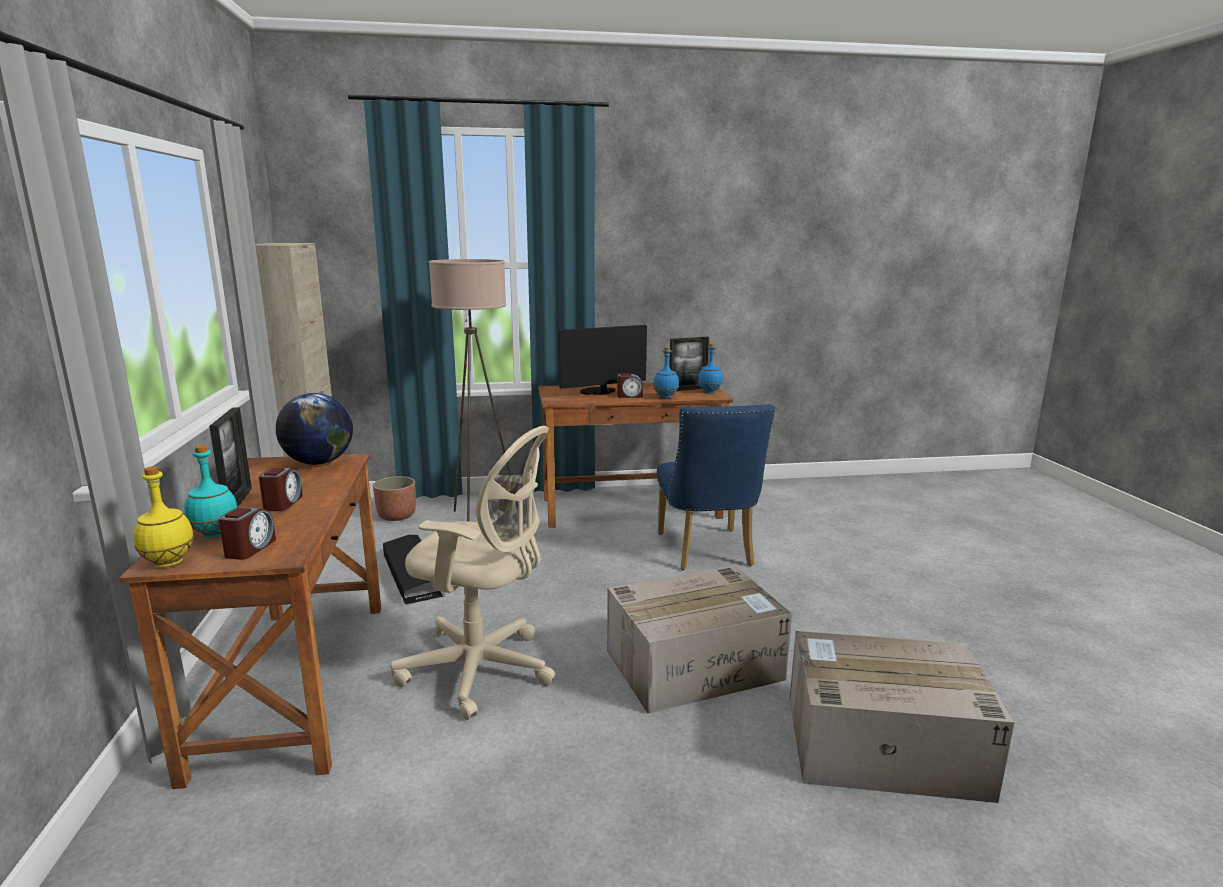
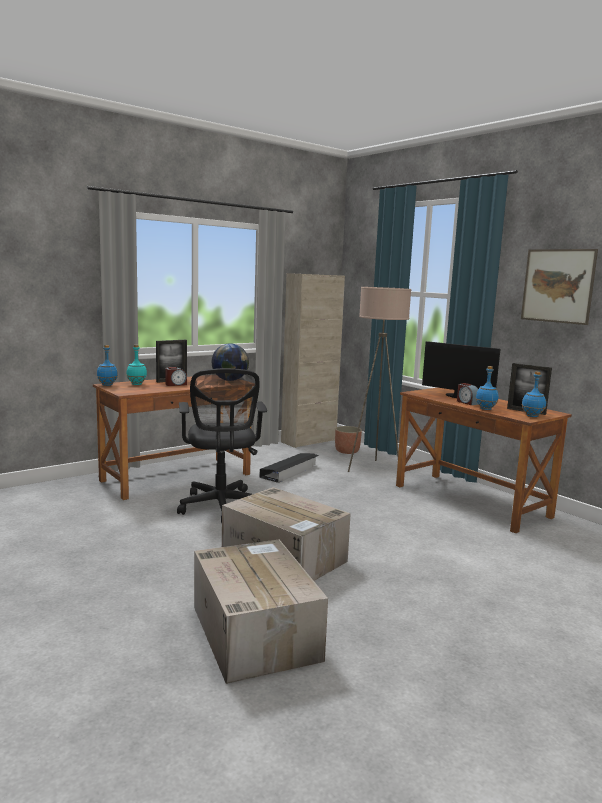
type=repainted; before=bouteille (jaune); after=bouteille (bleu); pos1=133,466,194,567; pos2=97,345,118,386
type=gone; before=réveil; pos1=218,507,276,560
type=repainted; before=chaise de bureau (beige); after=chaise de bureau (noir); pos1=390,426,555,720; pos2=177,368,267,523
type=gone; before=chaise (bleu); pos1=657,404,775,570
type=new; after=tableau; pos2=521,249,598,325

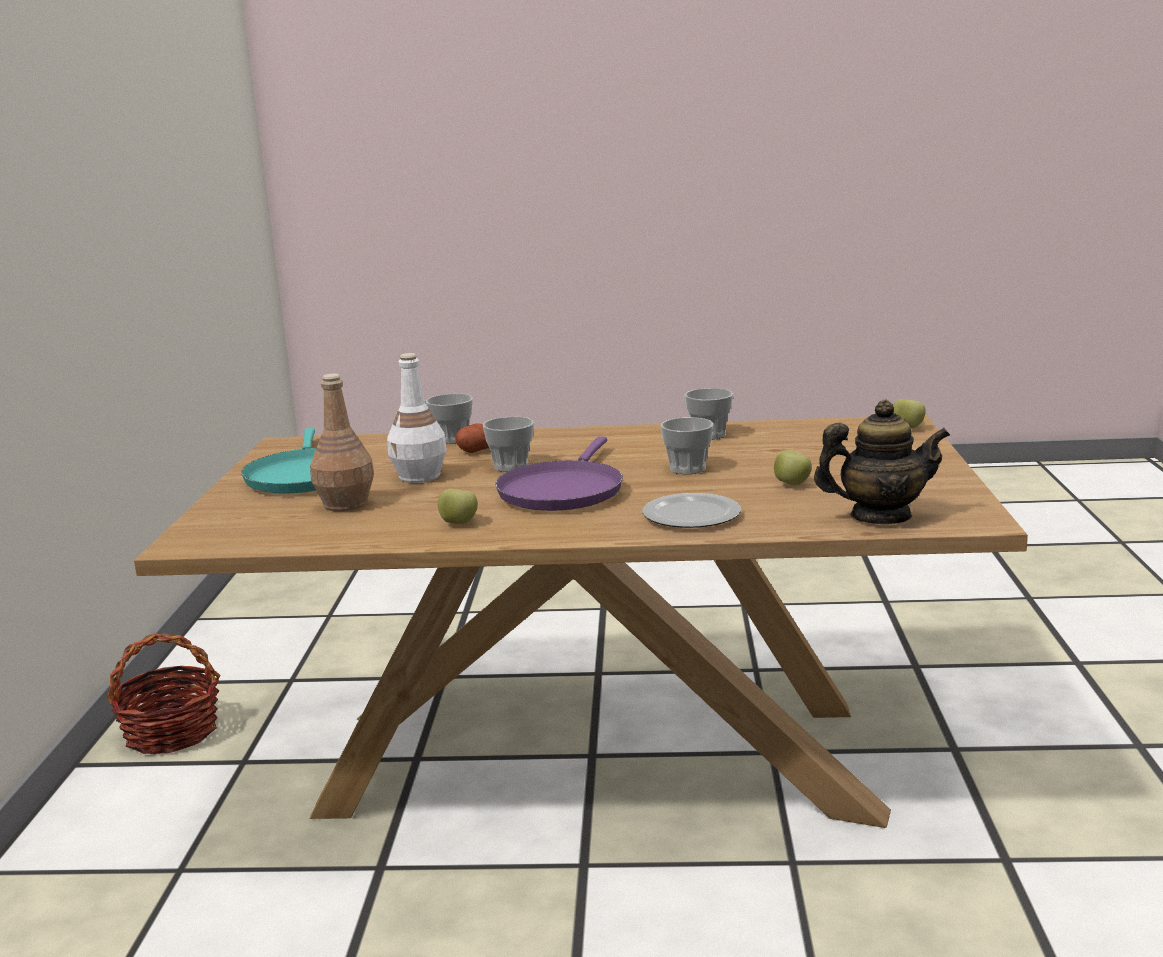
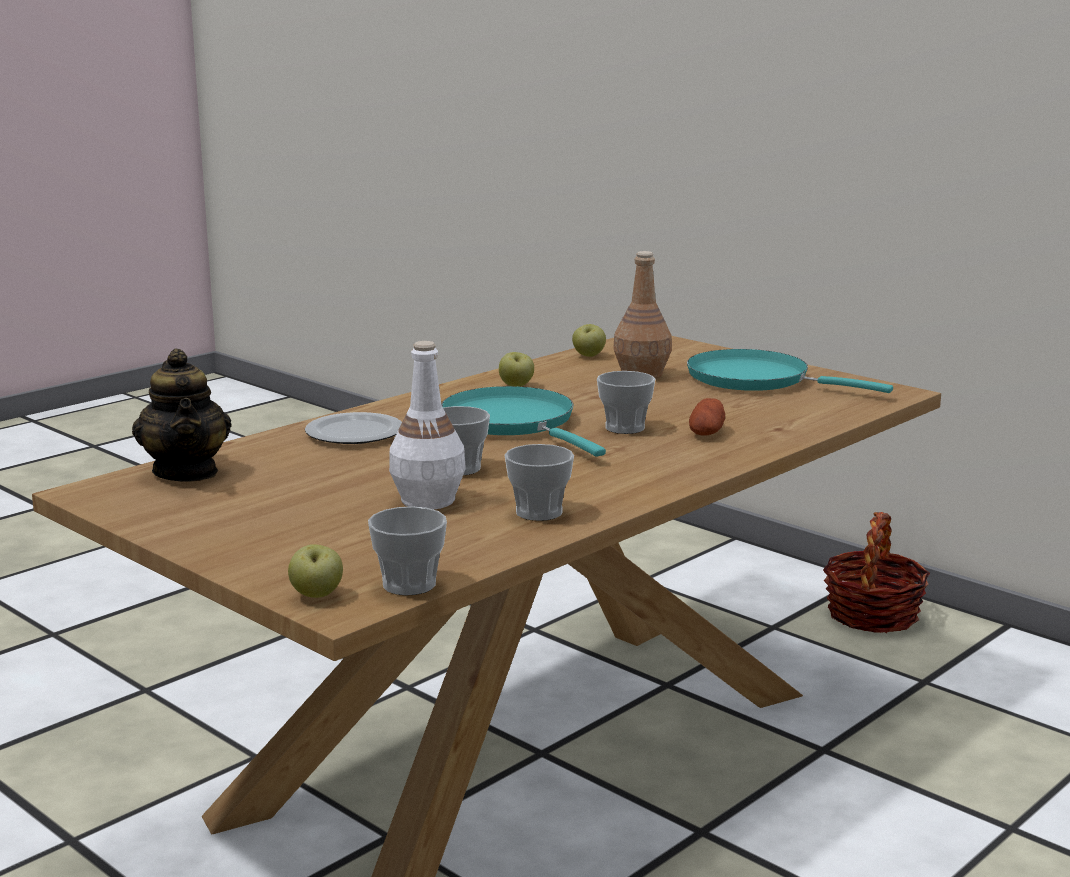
type=shifted; before=bouteille (blanc); pos1=387,353,447,483; pos2=389,341,466,510
type=shifted; before=tasse; pos1=426,394,473,444; pos2=368,506,447,596
type=repainted; before=poêle (violet); after=poêle (turquoise); pos1=495,436,623,511; pos2=441,386,606,457
type=shifted; before=pomme; pos1=774,450,812,485; pos2=572,324,606,357
type=rotated; before=théière; pos1=814,400,950,524; pos2=132,349,232,482; turn=-60

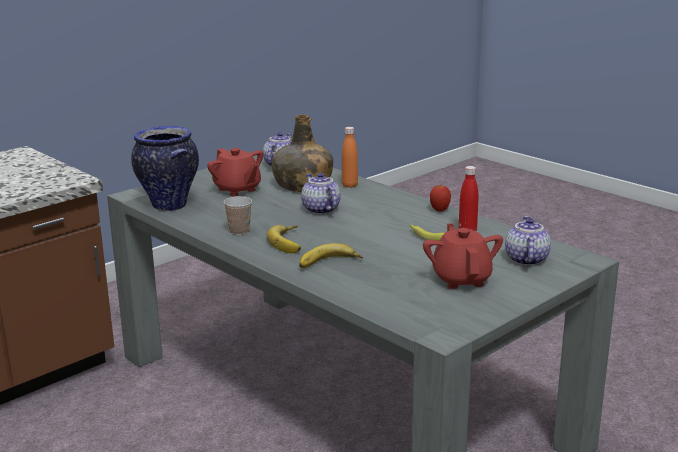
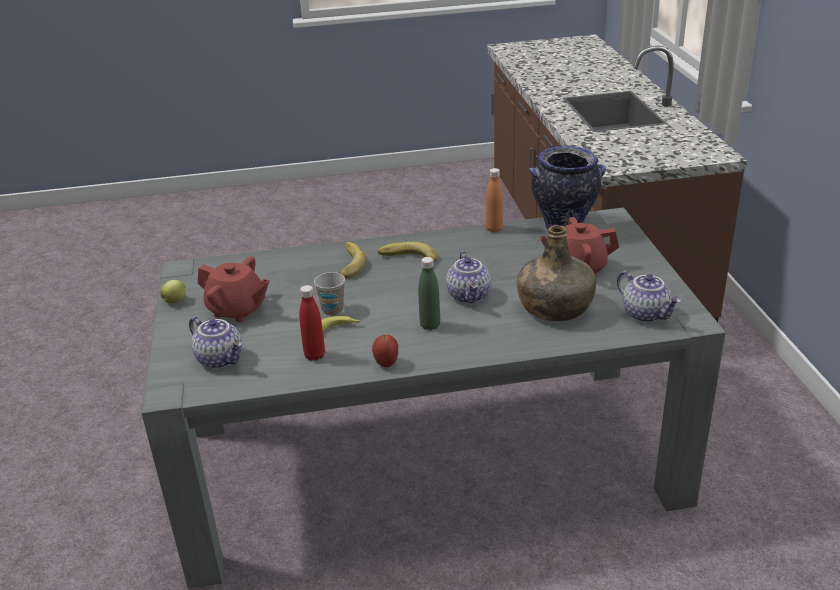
type=shifted; before=tasse; pos1=224,196,252,235; pos2=314,272,345,316
type=rotated; before=théière; pos1=301,173,341,214; pos2=446,251,491,303; turn=75
type=shifted; before=bouteille (orange); pos1=342,127,358,188; pos2=486,168,503,233
type=new; after=pomme; pos2=160,280,186,303
type=new; after=bouteille (vert); pos2=418,257,440,330

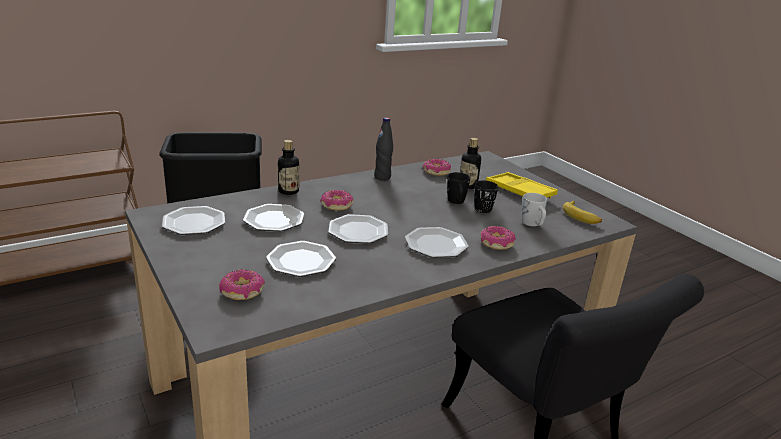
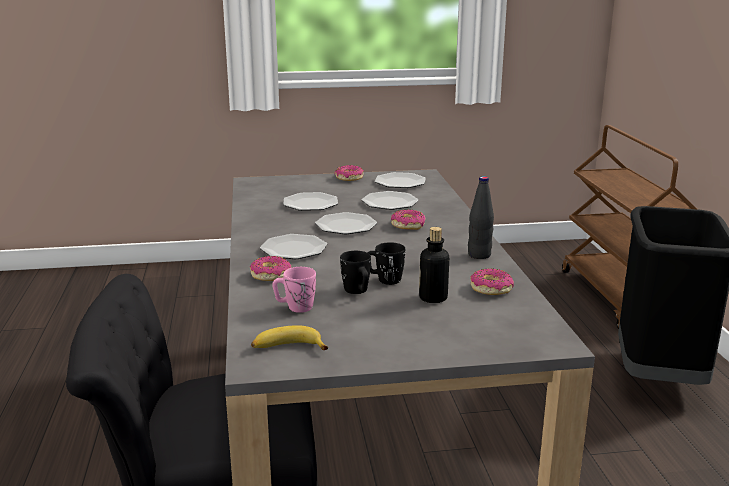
type=shifted; before=beignet; pos1=219,269,265,300; pos2=334,165,364,181
type=gone; before=bouteille; pos1=278,140,299,195
type=gone; before=plateau (jaune); pos1=486,172,558,198
type=repainted; before=mug (blanc); after=mug (rose); pos1=522,193,547,226; pos2=273,267,316,313

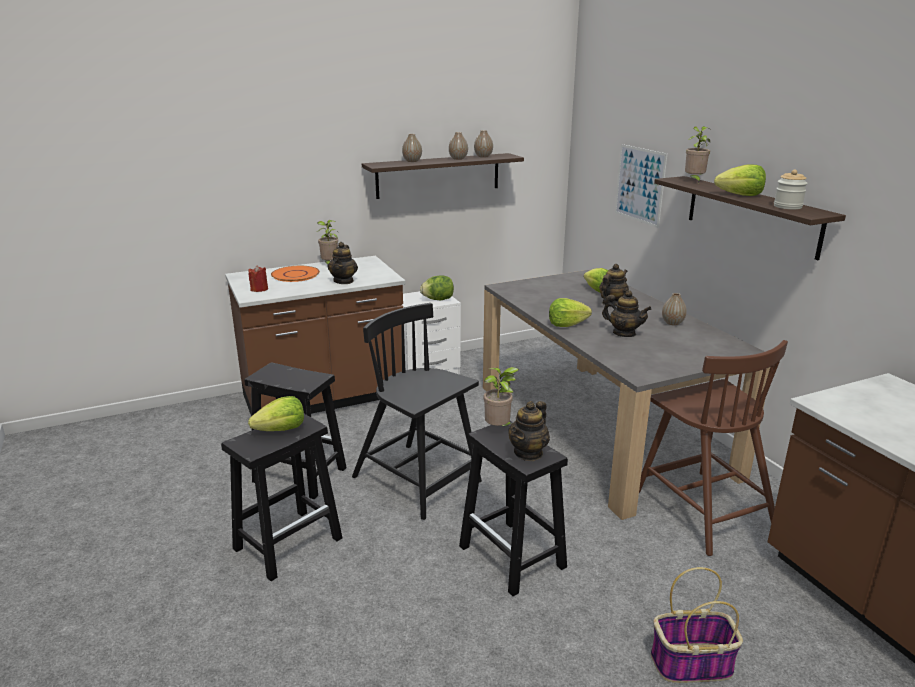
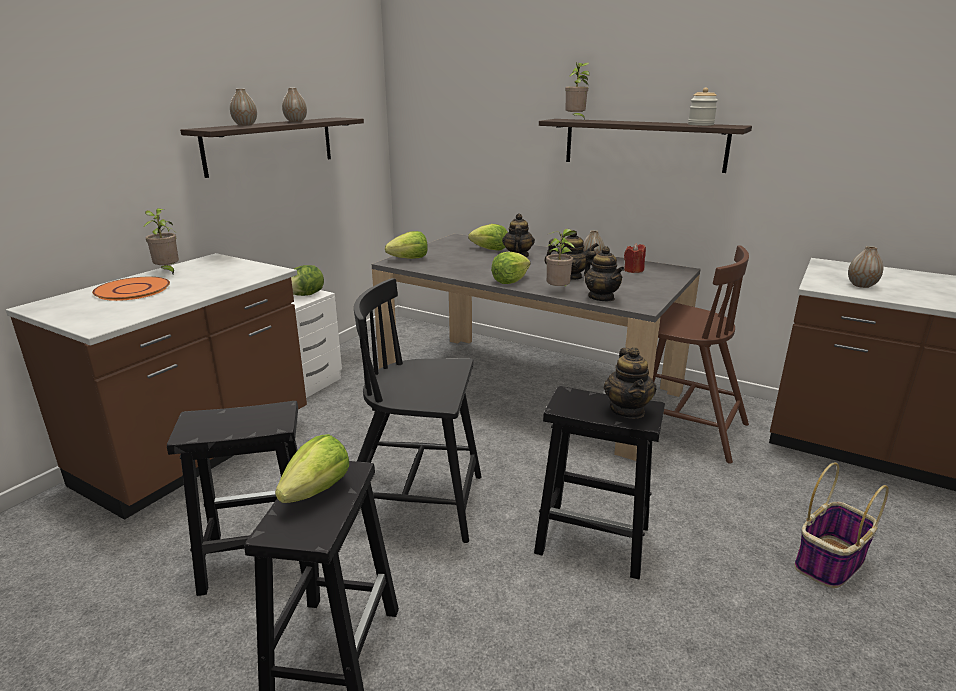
type=shifted; before=bougie (rouge); pos1=249,265,268,292; pos2=624,243,646,273
type=shifted; before=théière; pos1=328,242,358,284; pos2=584,246,624,301
type=shifted; before=vase; pos1=474,130,493,158; pos2=848,246,884,288
type=shifted; before=plante en pot; pos1=484,367,519,426; pos2=546,229,576,287
type=gone; before=tableau; pos1=615,144,667,228
type=shifted; before=laitue; pos1=714,164,766,196; pos2=385,231,428,259

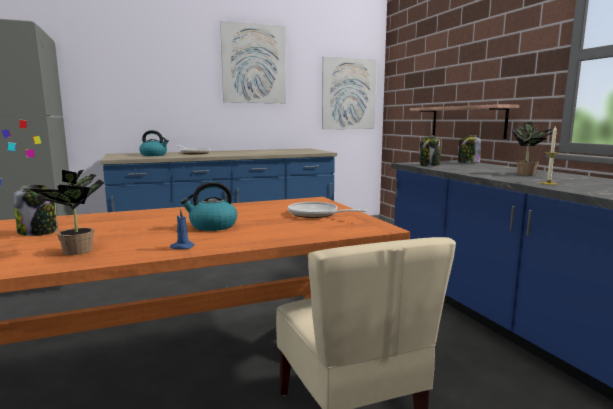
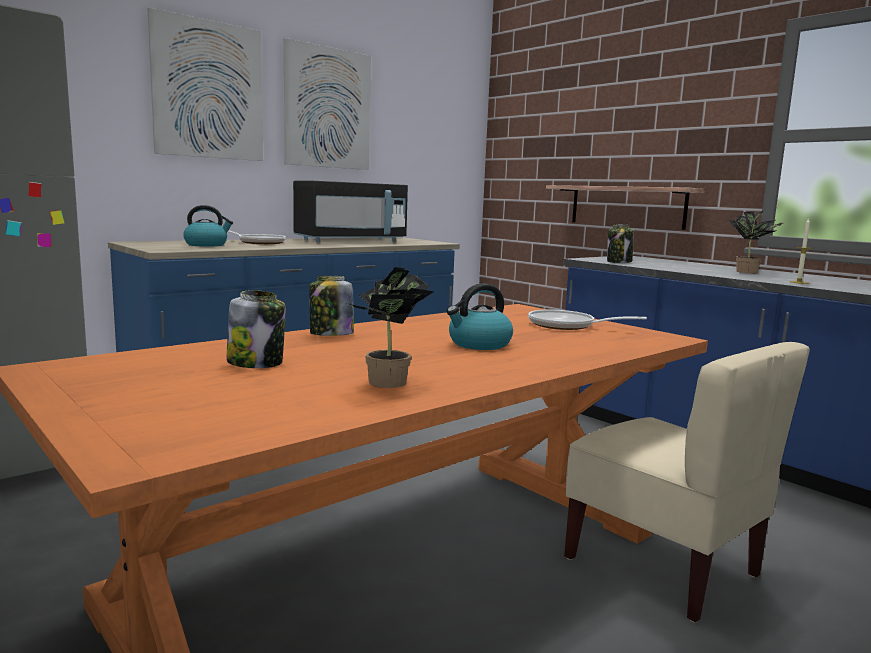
type=gone; before=bougie (bleu); pos1=170,208,195,249
type=shifted; before=tableau; pos1=322,56,377,129; pos2=147,8,263,161
type=shifted; before=bocal; pos1=458,135,481,163; pos2=309,276,354,336
type=new; after=micro-ondes (noir); pos2=293,181,408,242

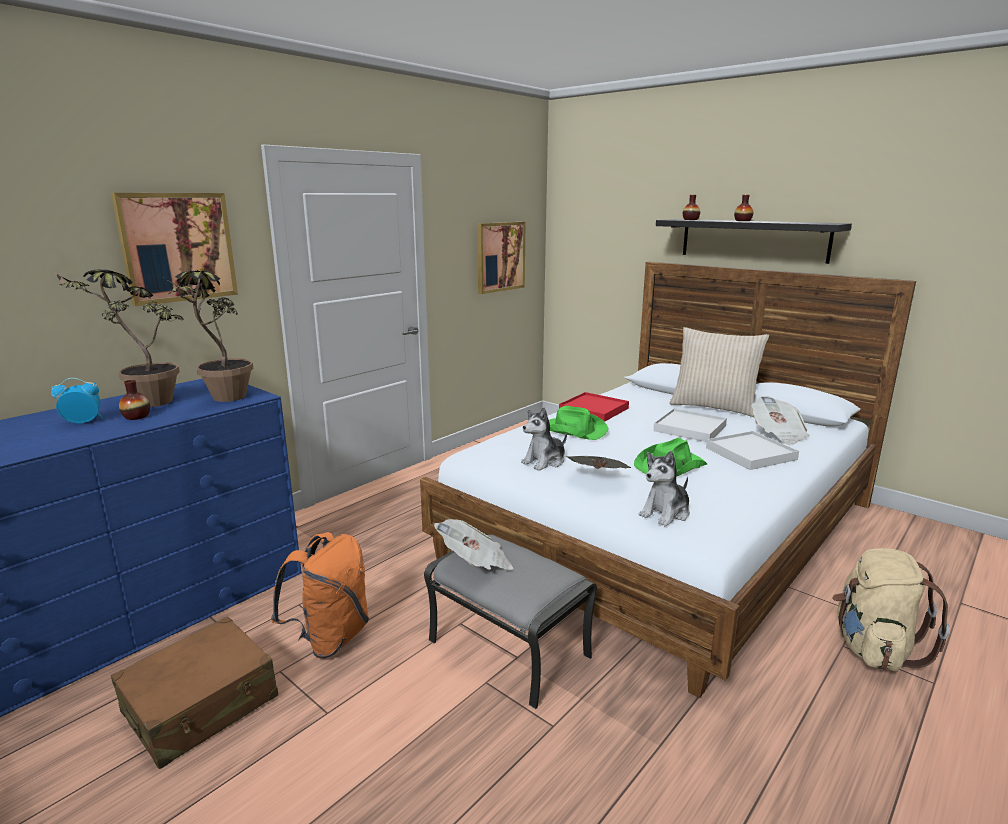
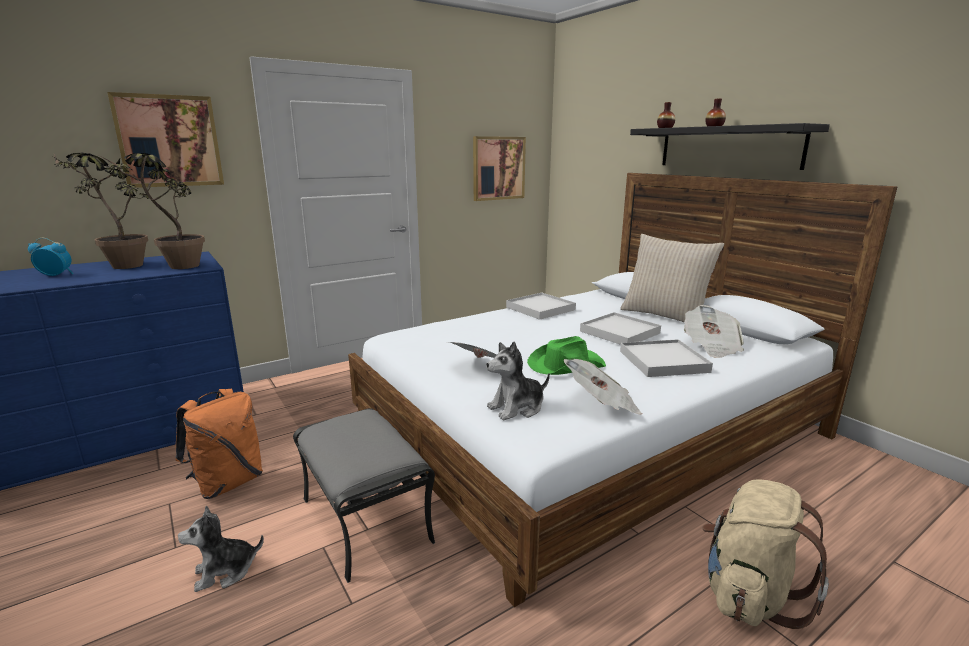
type=gone; before=valise (marron); pos1=111,616,278,769
type=gone; before=vase; pos1=119,380,150,420
type=shifted; before=journal; pos1=434,519,514,570; pos2=564,359,642,415
type=shifted; before=peluche; pos1=521,407,567,471; pos2=178,506,264,592
type=gone; before=chapeau (vert); pos1=549,406,609,440
type=repainted; before=plateau (rouge); after=plateau (blanc); pos1=559,392,629,422; pos2=506,292,576,320

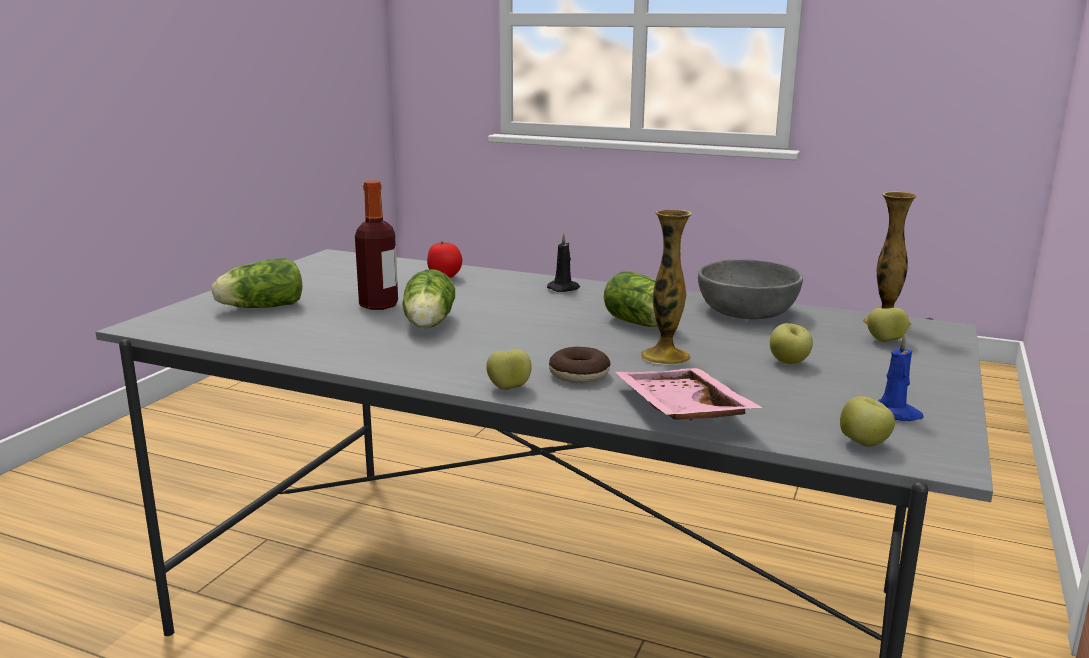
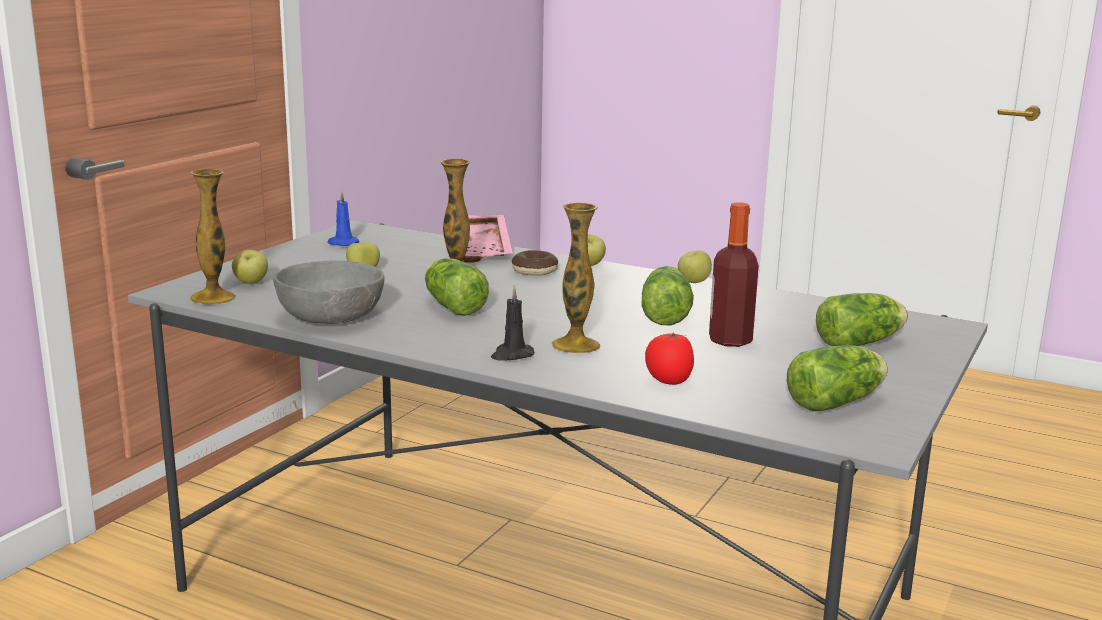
type=shifted; before=pomme; pos1=840,396,895,447; pos2=678,251,712,283
type=new; after=vase; pos2=552,203,600,354
type=new; after=laitue; pos2=787,345,888,411

